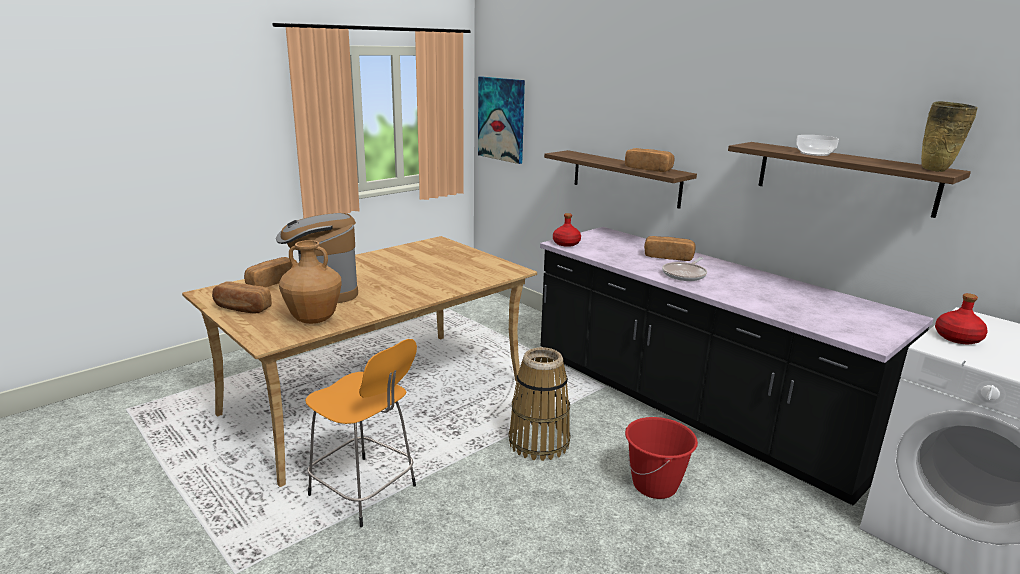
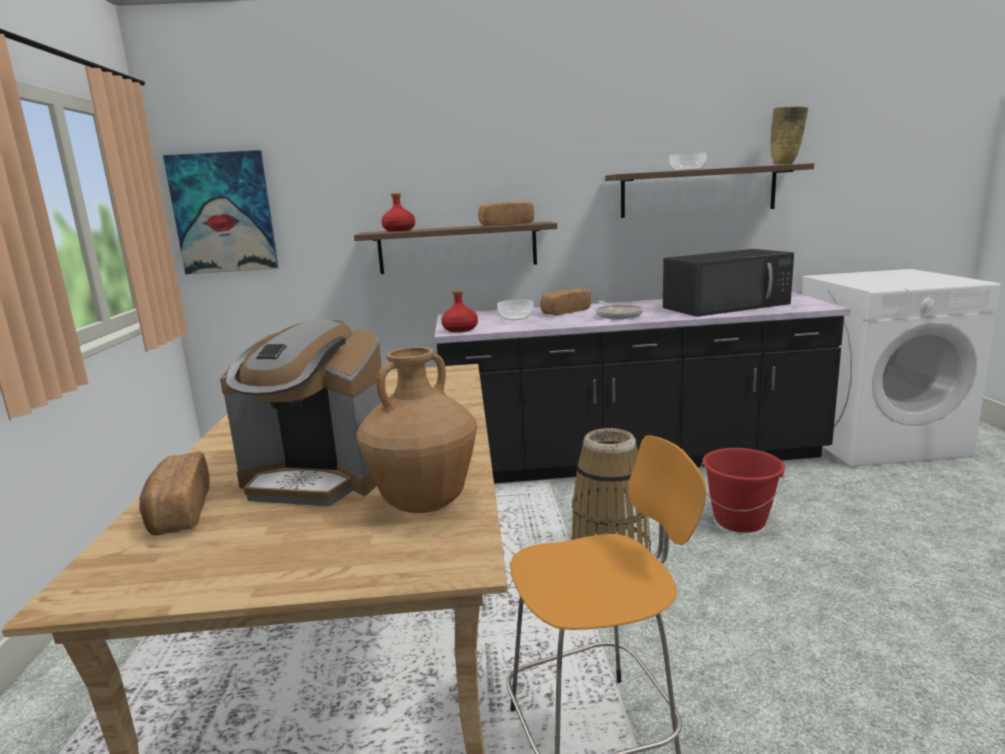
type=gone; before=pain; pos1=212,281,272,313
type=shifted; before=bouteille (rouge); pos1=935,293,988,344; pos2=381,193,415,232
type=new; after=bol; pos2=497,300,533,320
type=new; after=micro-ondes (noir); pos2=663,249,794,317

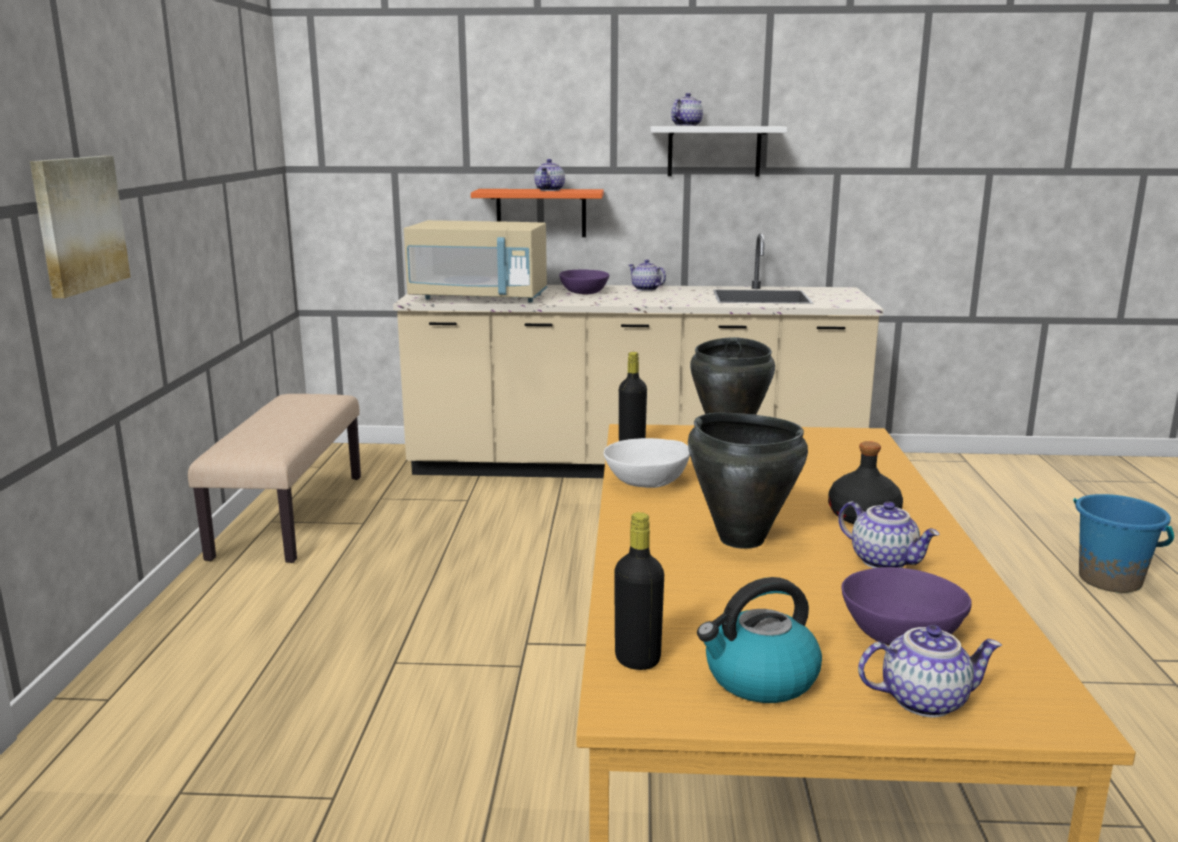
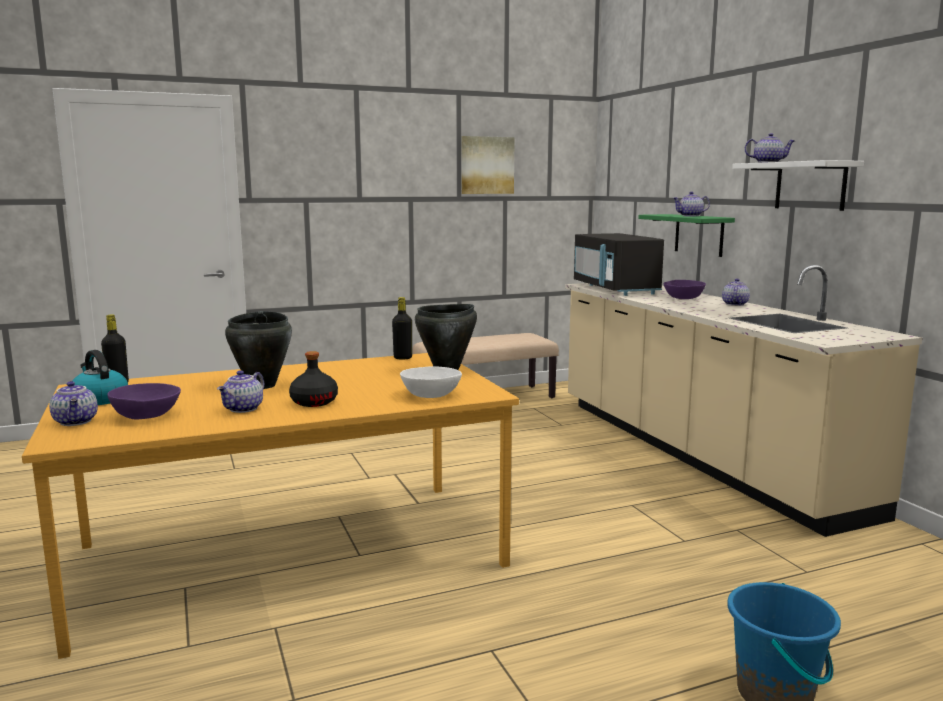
type=shifted; before=tableau; pos1=30,156,130,298; pos2=461,136,515,194
type=repainted; before=micro-ondes (beige); after=micro-ondes (noir); pos1=404,220,547,303; pos2=574,233,664,296
type=repainted; before=étagère (orange); after=étagère (vert); pos1=471,189,604,237; pos2=638,214,735,257
type=shifted; before=bol (blanc); pos1=604,438,690,488; pos2=400,367,462,398

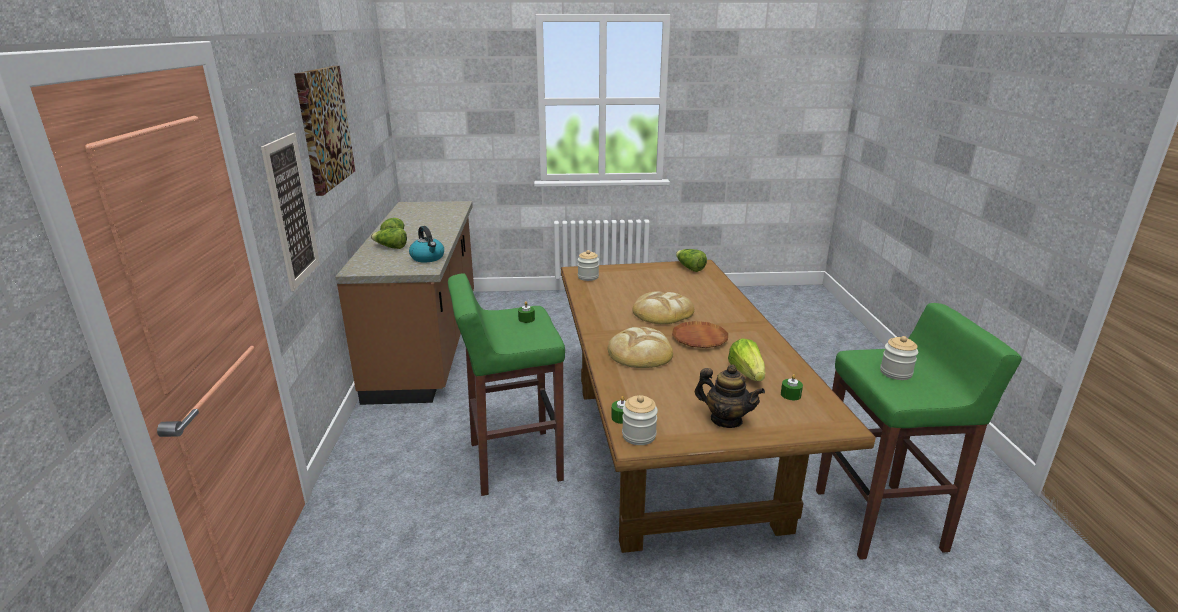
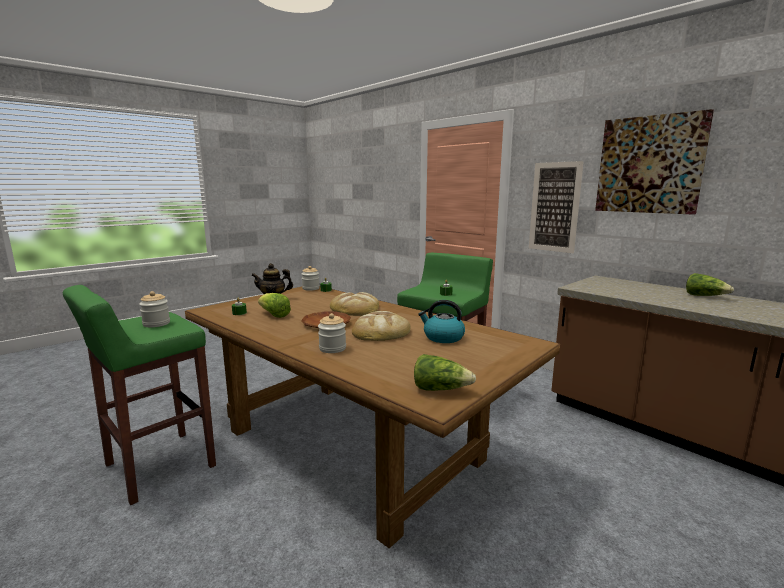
type=gone; before=laitue; pos1=371,228,407,249
type=shifted; before=bouilloire; pos1=409,226,444,263; pos2=418,300,465,343
type=shifted; before=bocal; pos1=578,250,599,281; pos2=318,313,346,353

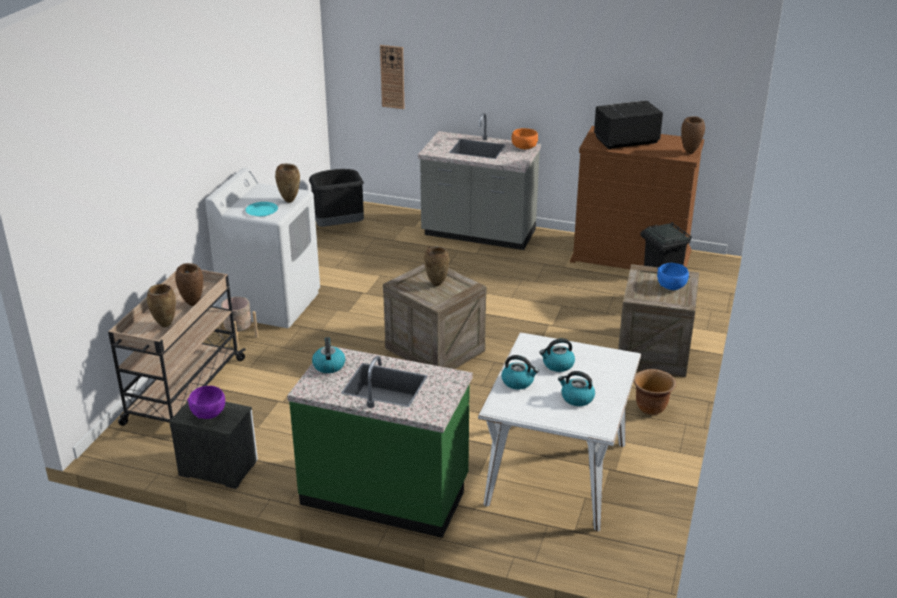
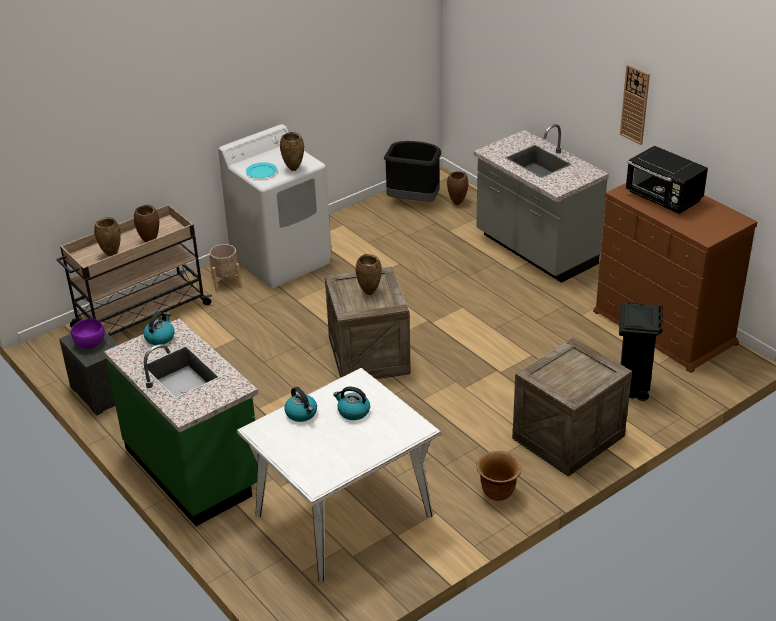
type=shifted; before=horloge murale; pos1=380,45,405,109; pos2=620,65,650,145
type=gone; before=bol (orange); pos1=511,128,538,149
type=gone; before=bouilloire; pos1=558,371,595,406
type=rotated; before=micro-ondes (noir); pos1=594,101,663,149; pos2=625,146,708,214; turn=-150
type=gone; before=bol (bleu); pos1=657,263,689,290
type=shifted; before=vase (marron); pos1=681,116,705,154; pos2=447,171,469,205

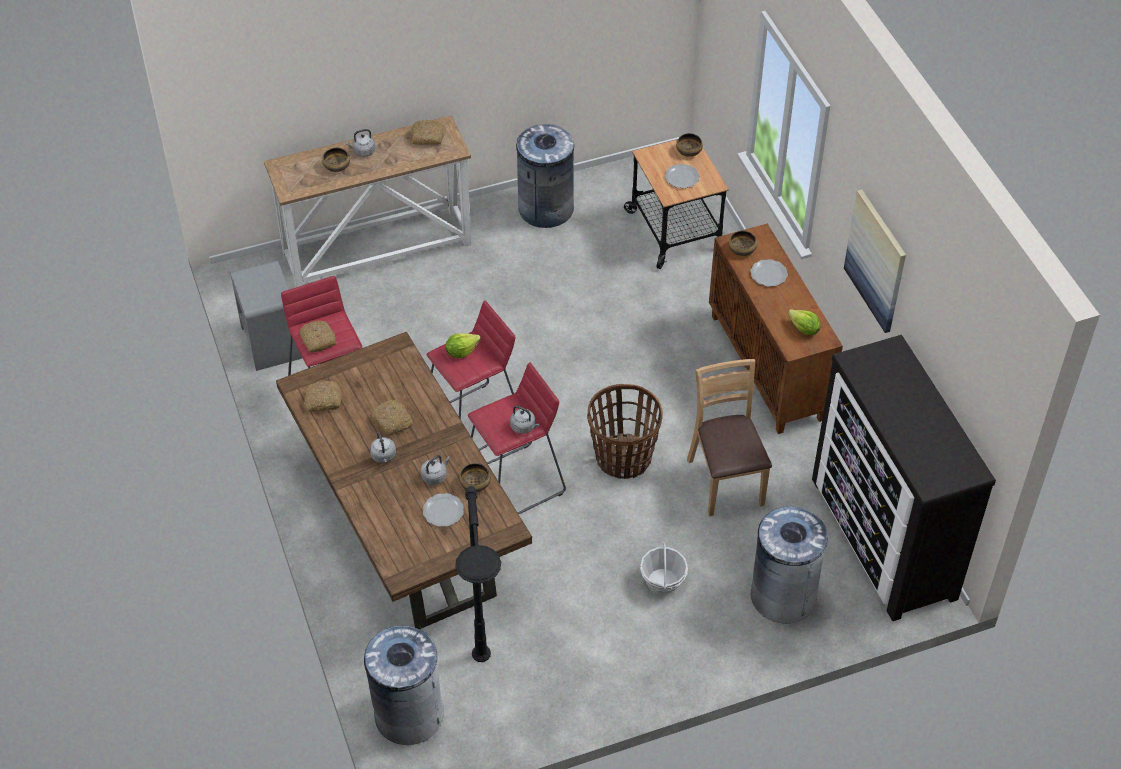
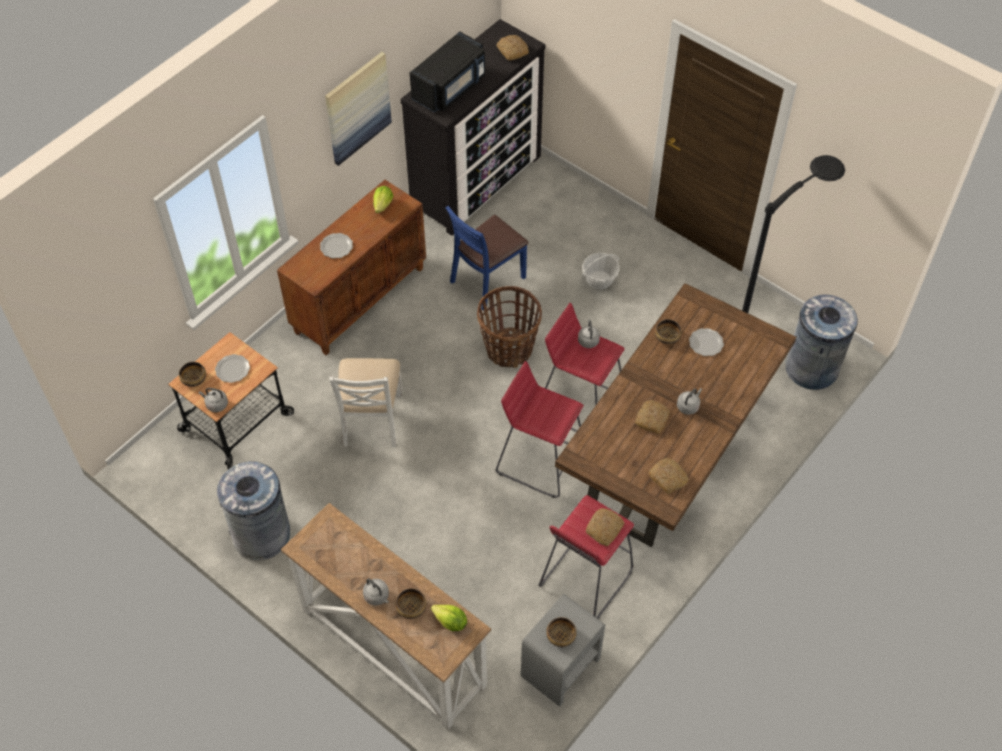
type=shifted; before=pain; pos1=411,120,445,145; pos2=496,35,529,61
type=shifted; before=bouilloire (gris); pos1=421,455,450,485; pos2=199,388,228,412
type=shifted; before=laitue; pos1=446,333,481,358; pos2=431,605,467,631
type=repainted; before=chaise (marron); after=chaise (bleu); pos1=687,359,772,516; pos2=446,206,529,311
type=shifted; before=bol; pos1=729,231,757,256; pos2=546,617,577,647
type=gone; before=poubelle (gris); pos1=751,506,828,623
type=new; after=chaise (blanc); pos2=329,358,402,447
type=new; after=micro-ondes (noir); pos2=410,31,485,113

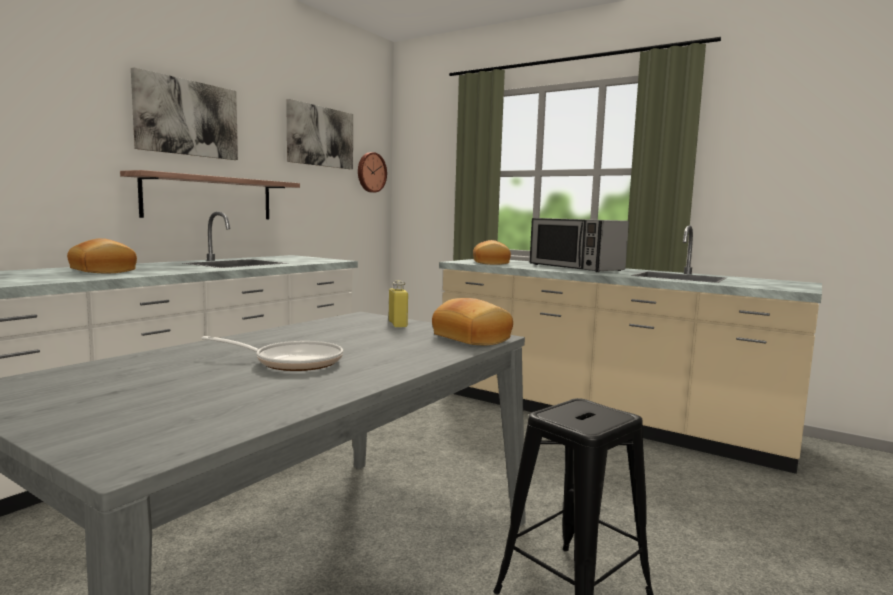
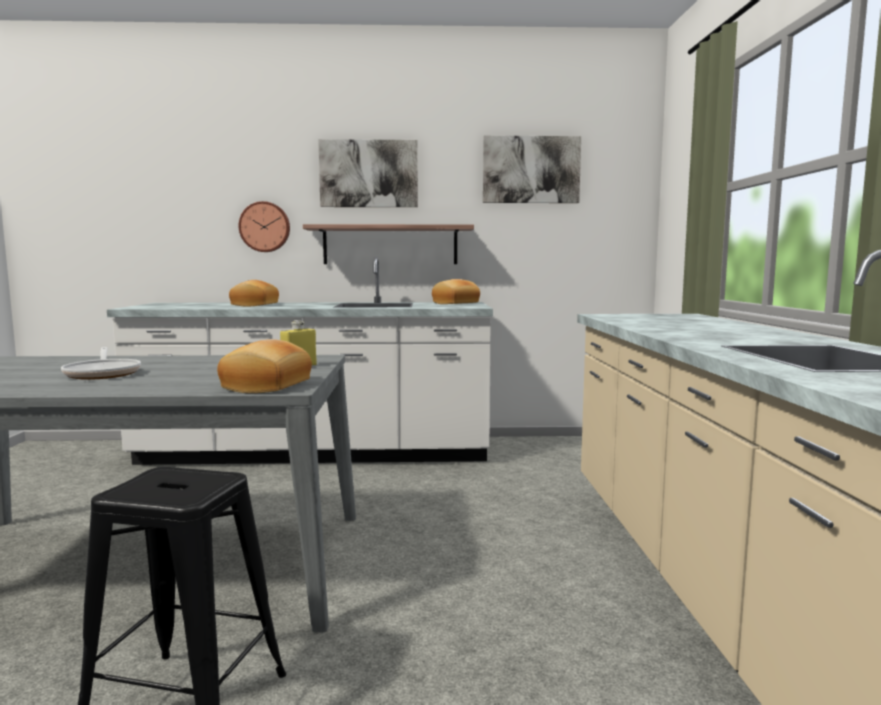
type=shifted; before=horloge murale; pos1=358,152,387,192; pos2=239,201,290,252
type=shifted; before=pain; pos1=473,240,511,265; pos2=432,279,480,304
type=gone; before=micro-ondes; pos1=530,218,629,272

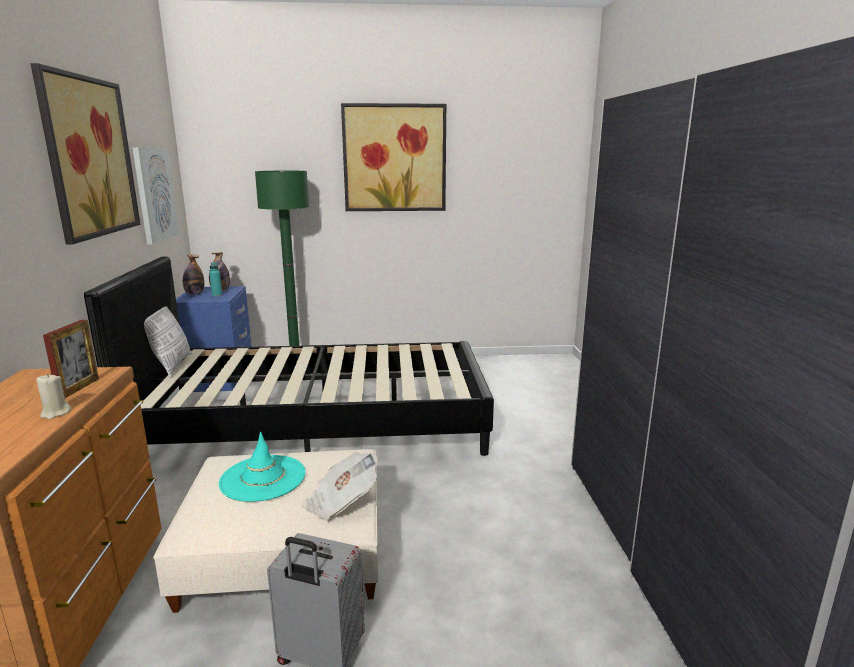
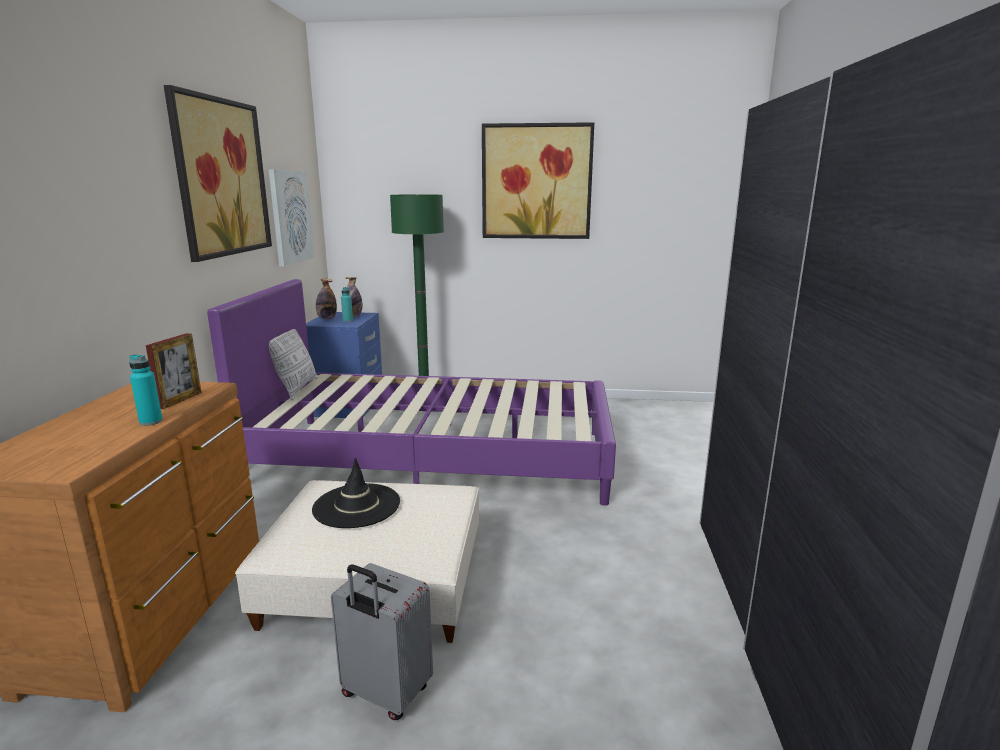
type=swapped; before=bougie (beige); after=bouteille (turquoise); pos1=36,374,71,419; pos2=129,355,163,426
type=repainted; before=lit (noir); after=lit (violet); pos1=84,256,494,456; pos2=207,279,616,506
type=repainted; before=chapeau (turquoise); after=chapeau (noir); pos1=219,432,305,502; pos2=312,457,400,528
type=gone; before=journal; pos1=302,452,378,521

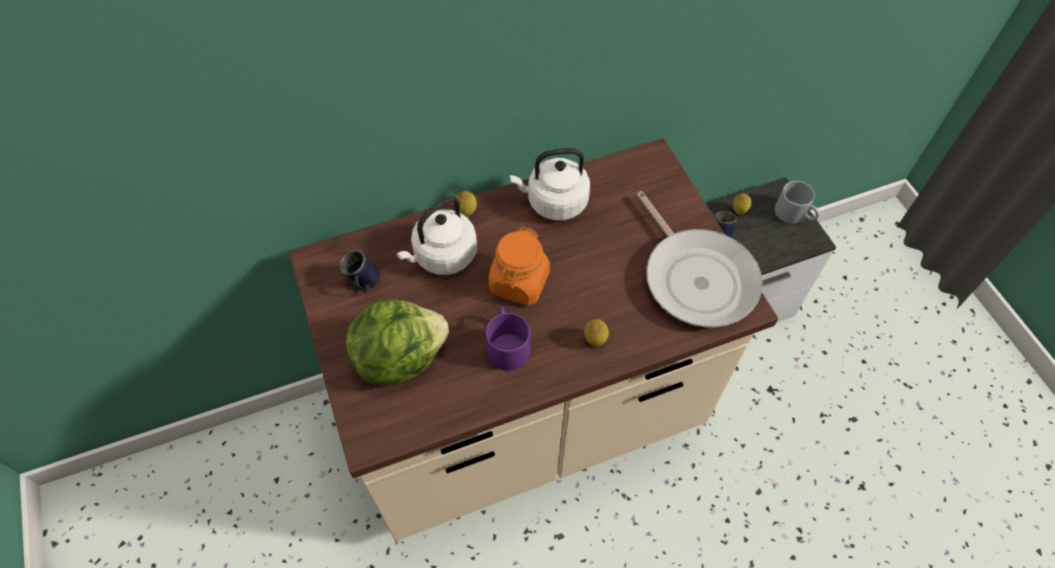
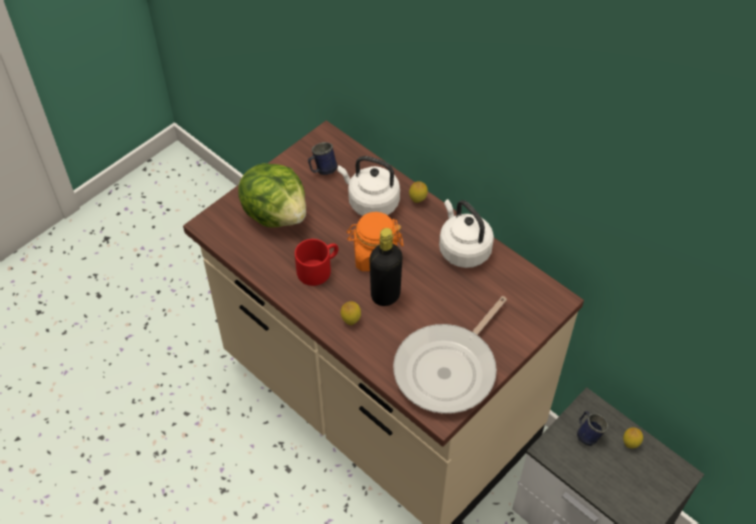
type=repainted; before=mug (violet); after=mug (rouge); pos1=486,306,530,371; pos2=295,239,338,286
type=gone; before=mug (gris); pos1=775,181,820,224
type=new; after=bouteille (noir); pos2=370,228,402,306

